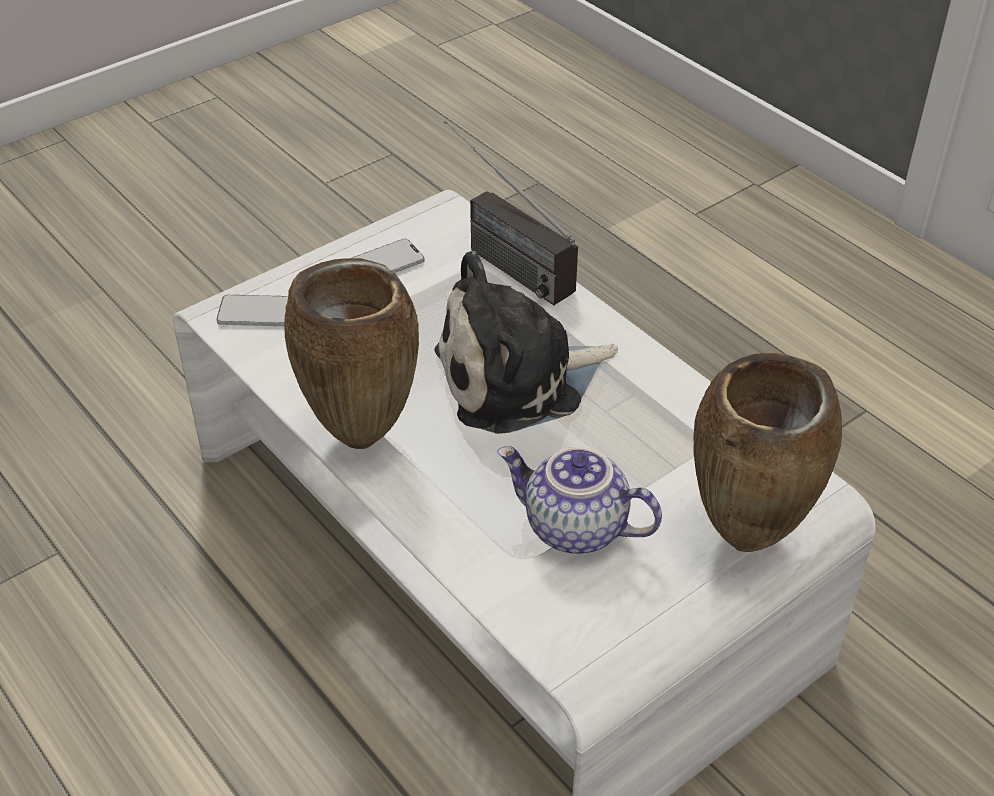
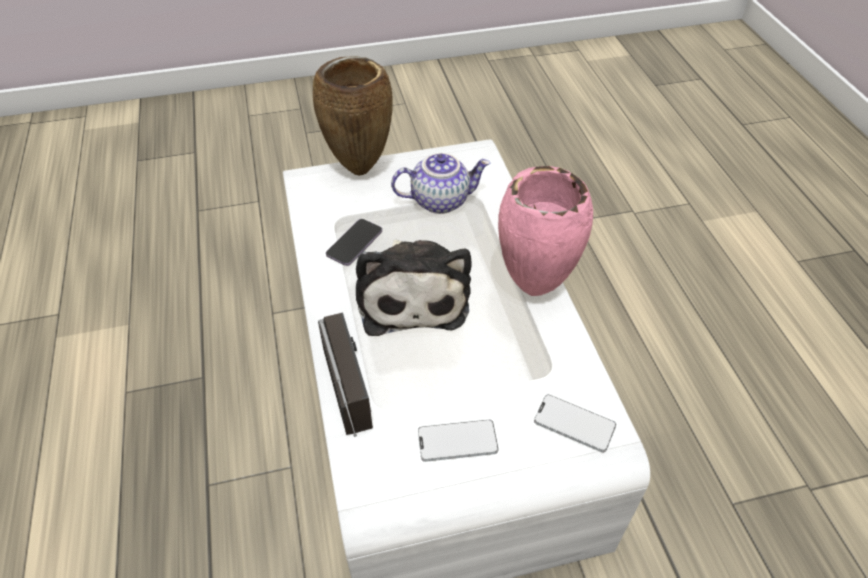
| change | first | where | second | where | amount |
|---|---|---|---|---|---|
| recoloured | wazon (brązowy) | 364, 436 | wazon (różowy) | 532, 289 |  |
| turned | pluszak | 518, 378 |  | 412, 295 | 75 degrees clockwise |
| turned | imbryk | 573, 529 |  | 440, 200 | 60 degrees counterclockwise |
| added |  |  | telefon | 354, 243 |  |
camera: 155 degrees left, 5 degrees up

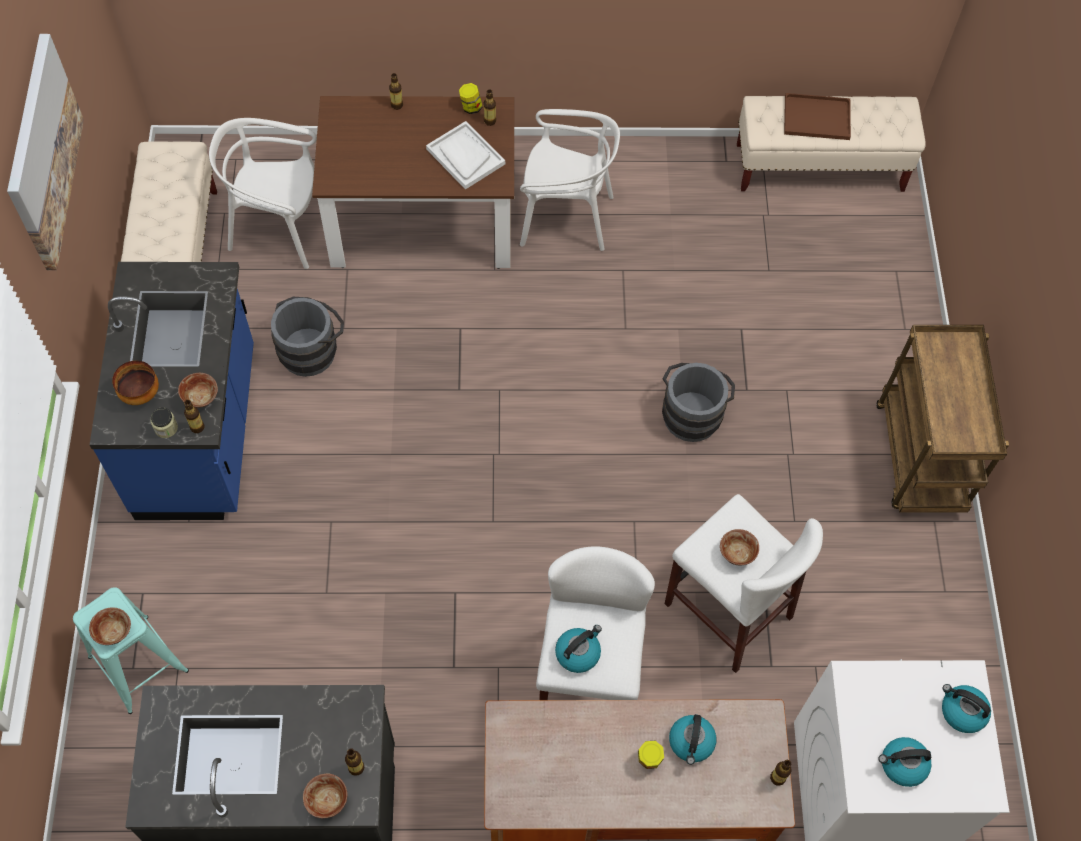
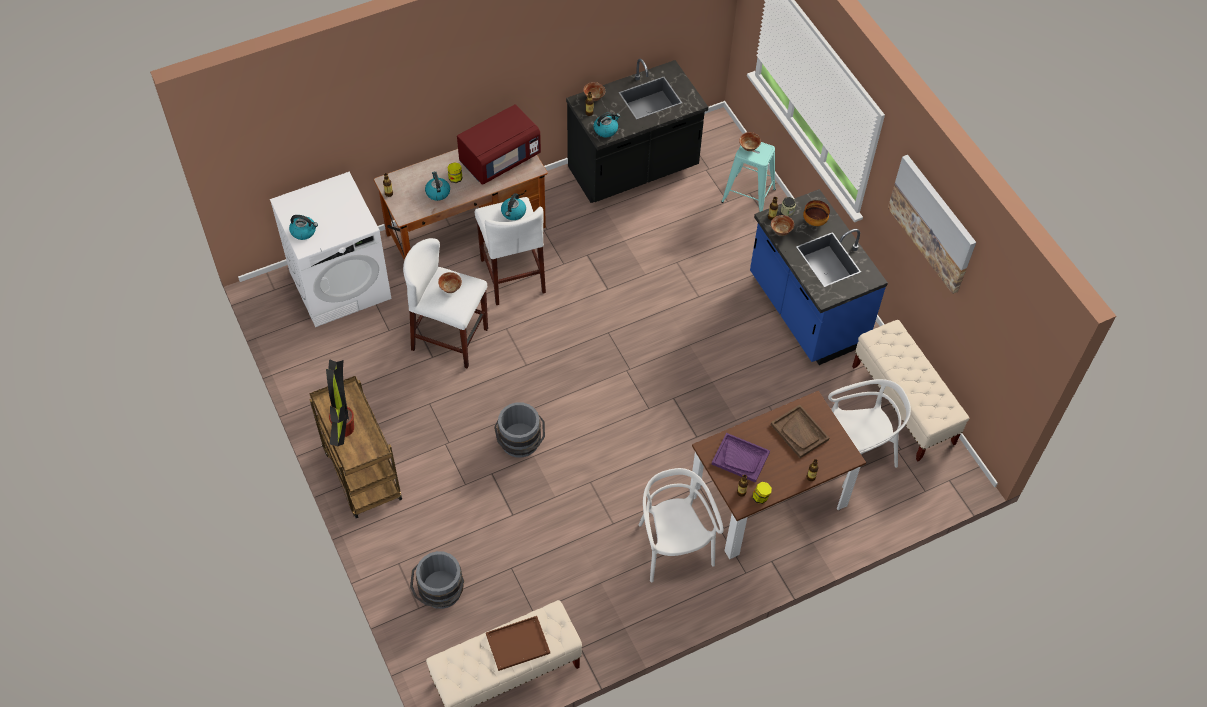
| change | first | where | second | where | amount |
|---|---|---|---|---|---|
| moved | wiadro (szary) | 311, 348 |  | 440, 594 |  |
| recoloured | taca (biały) | 465, 156 | taca (fioletowy) | 740, 458 |  |
| turned | krzesło (biały) | 565, 217 |  | 673, 547 | 90 degrees clockwise |
| moved | czajnik | 902, 765 |  | 606, 129 |  |
| added |  |  | roślina doniczkowa | 344, 429 |  |
| added |  |  | mikrofalówka (czerwony) | 499, 159 |  |
| added |  |  | taca (brązowy) | 799, 432 |  |
camera: 155 degrees right, 5 degrees down

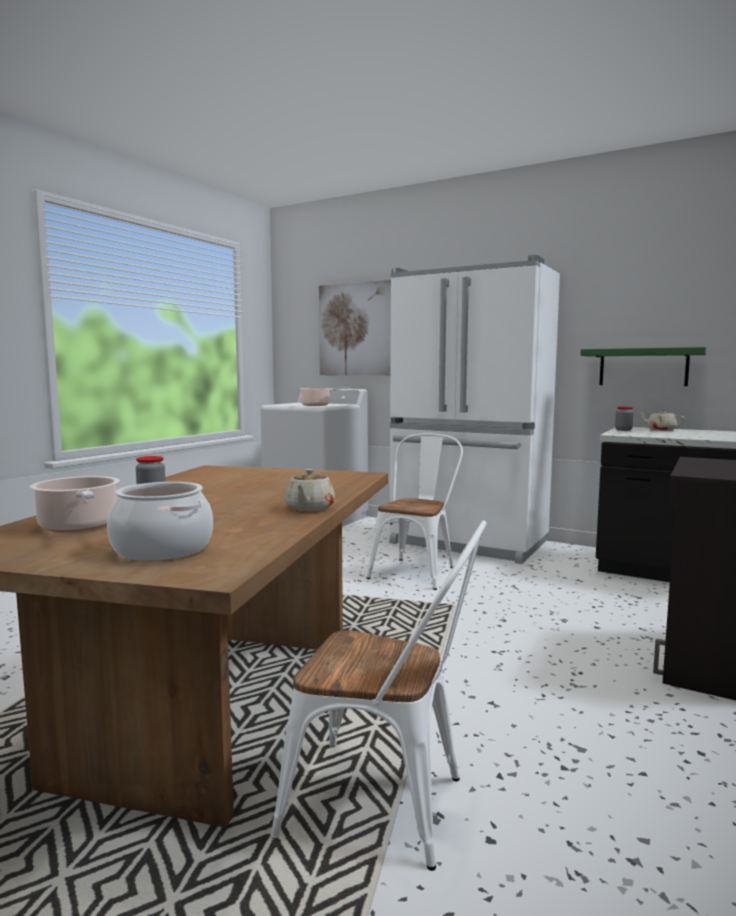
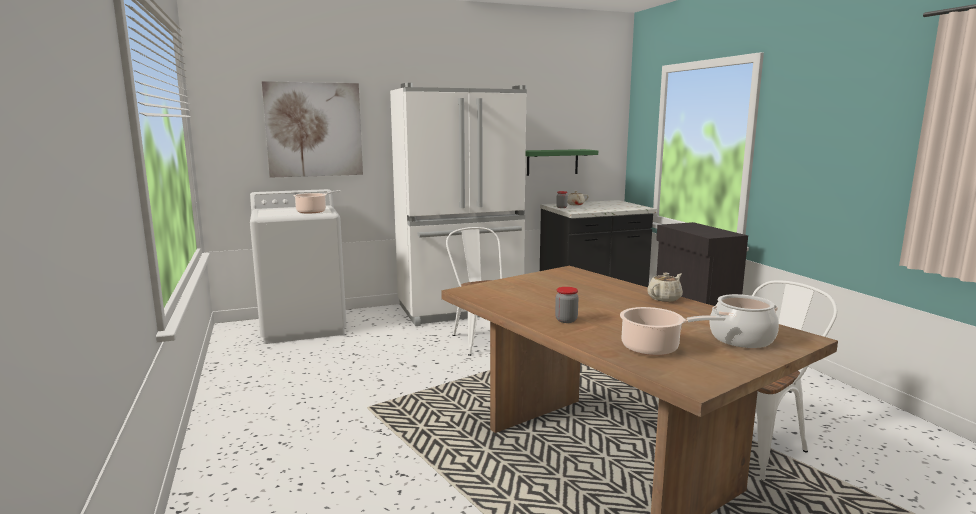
| change | first | where | second | where | amount |
|---|---|---|---|---|---|
| turned | imbryk (beżowy) | 309, 508 |  | 665, 298 | 90 degrees counterclockwise |
camera: 50 degrees left, 5 degrees up

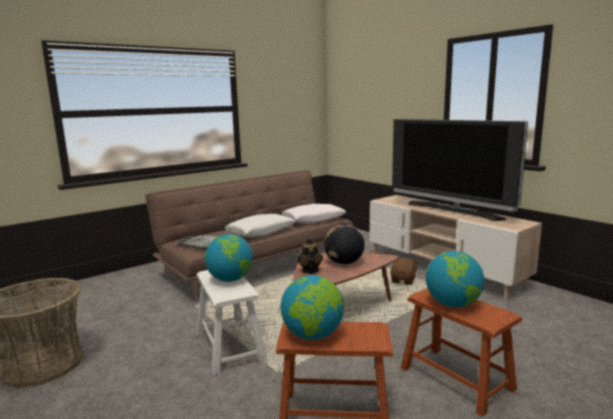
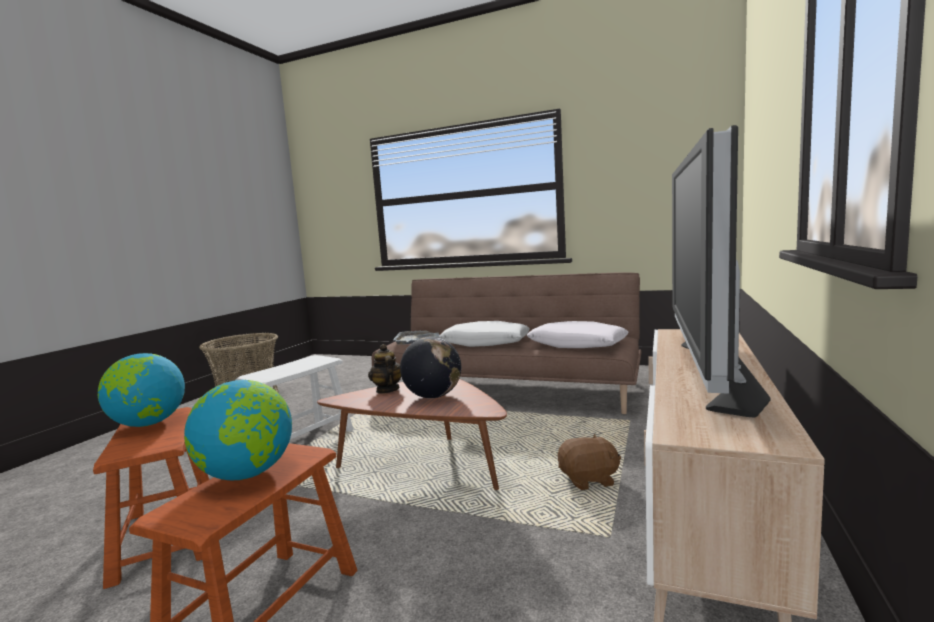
| change | first | where | second | where | amount |
|---|---|---|---|---|---|
| removed | globus | 230, 279 |  |  |  |
| turned | imbryk | 310, 271 |  | 387, 390 | 75 degrees counterclockwise |
camera: 60 degrees right, 5 degrees down

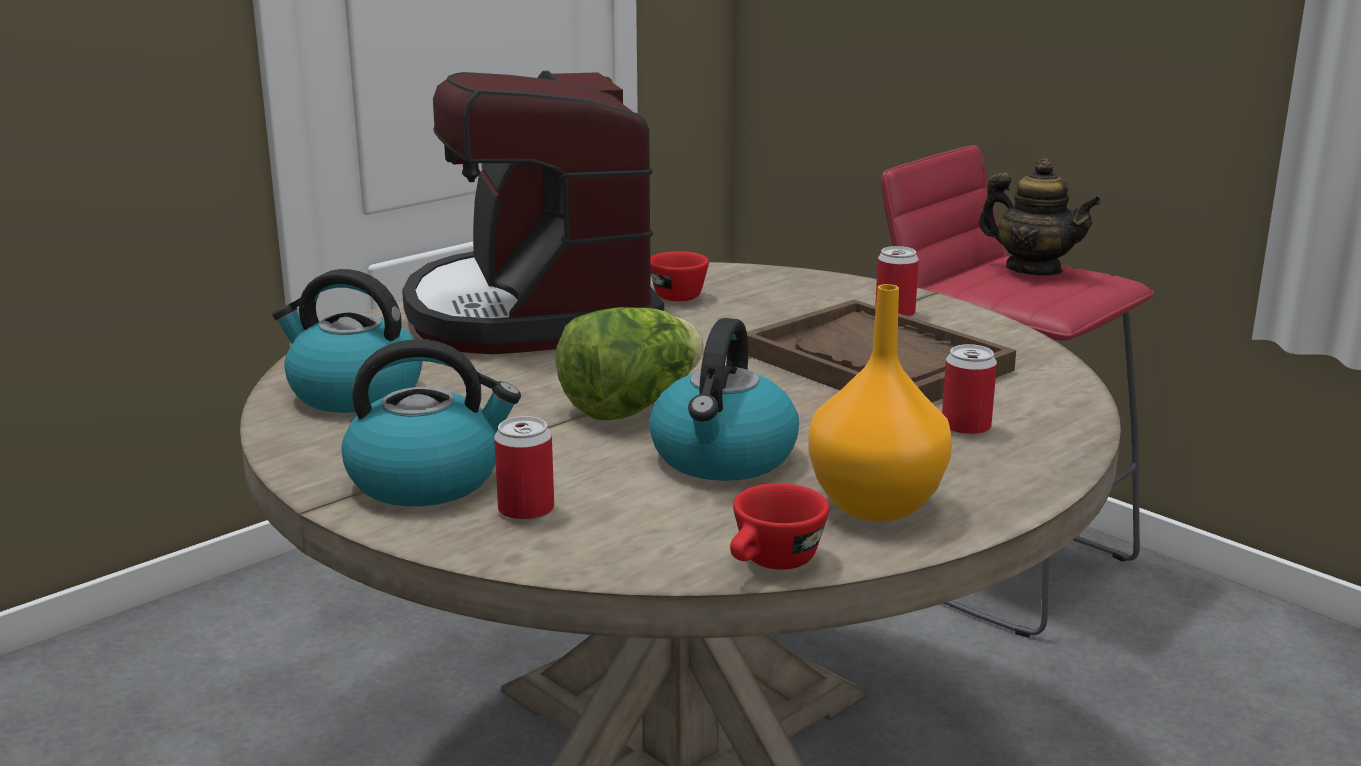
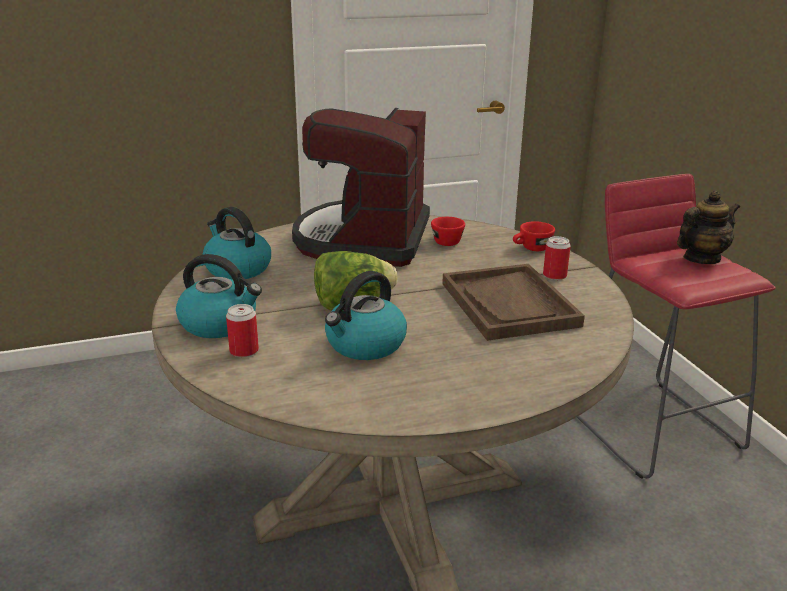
| change | first | where | second | where | amount |
|---|---|---|---|---|---|
| moved | filiżanka (czerwony) | 772, 563 |  | 531, 249 |  |
| removed | wazon (pomarańczowy) | 874, 503 |  |  |  |
| removed | puszka | 965, 427 |  |  |  |
| turned | imbryk | 1033, 270 |  | 701, 258 | 90 degrees counterclockwise |
camera: 25 degrees right, 5 degrees up

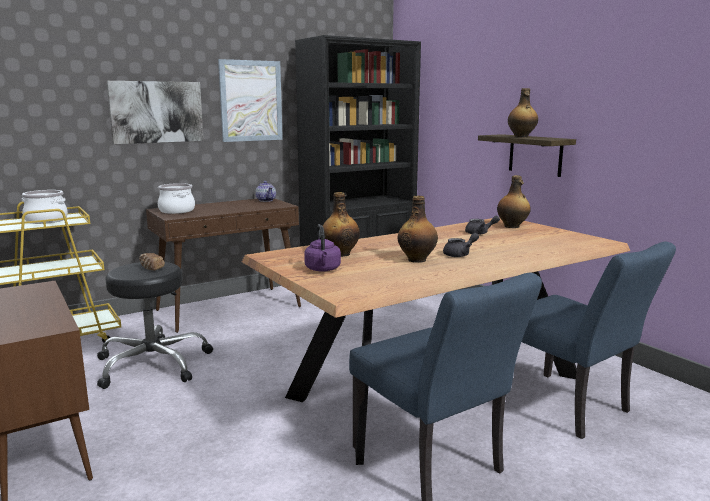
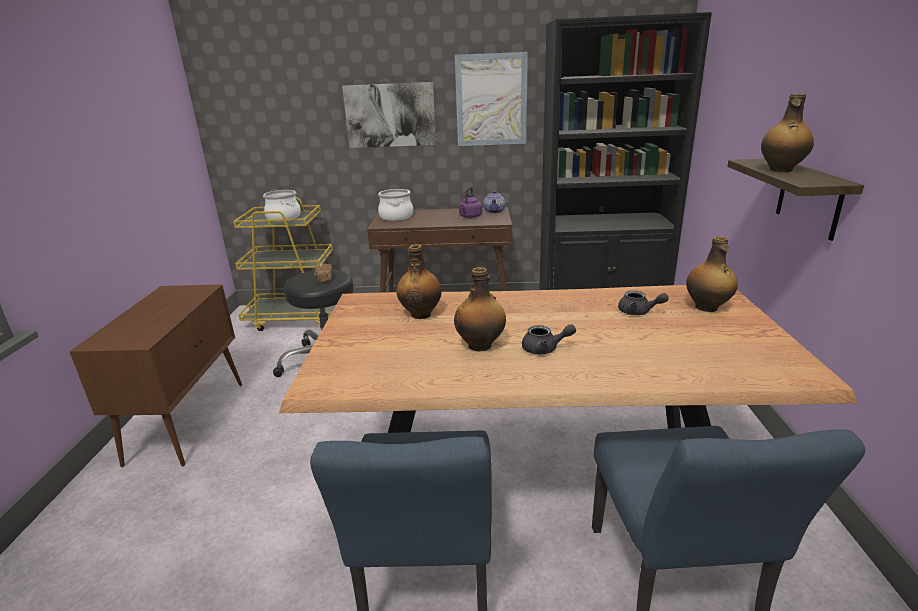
| change | first | where | second | where | amount |
|---|---|---|---|---|---|
| moved | czajnik (fioletowy) | 323, 269 |  | 470, 217 |  |
camera: 35 degrees right, 10 degrees up

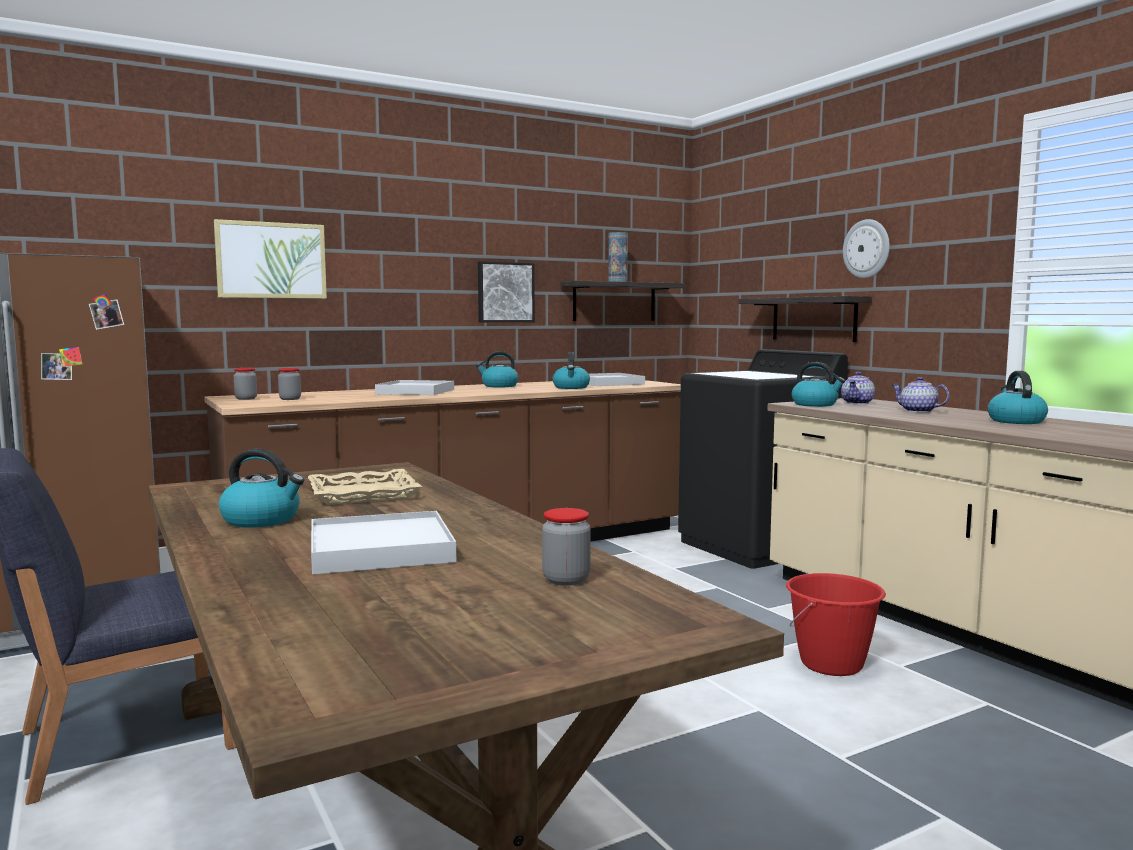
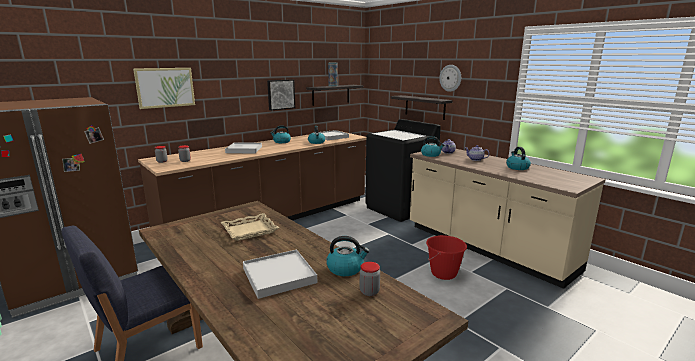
| change | first | where | second | where | amount |
|---|---|---|---|---|---|
| moved | czajnik | 262, 520 |  | 346, 268 |  |
camera: 10 degrees left, 10 degrees up

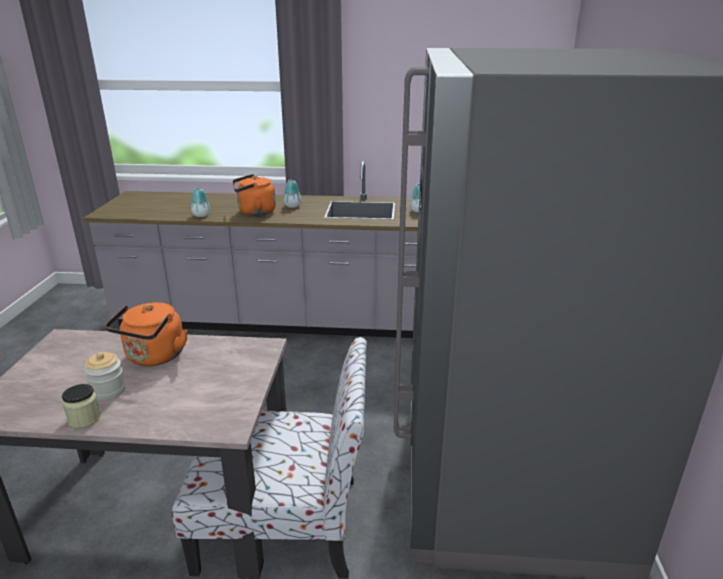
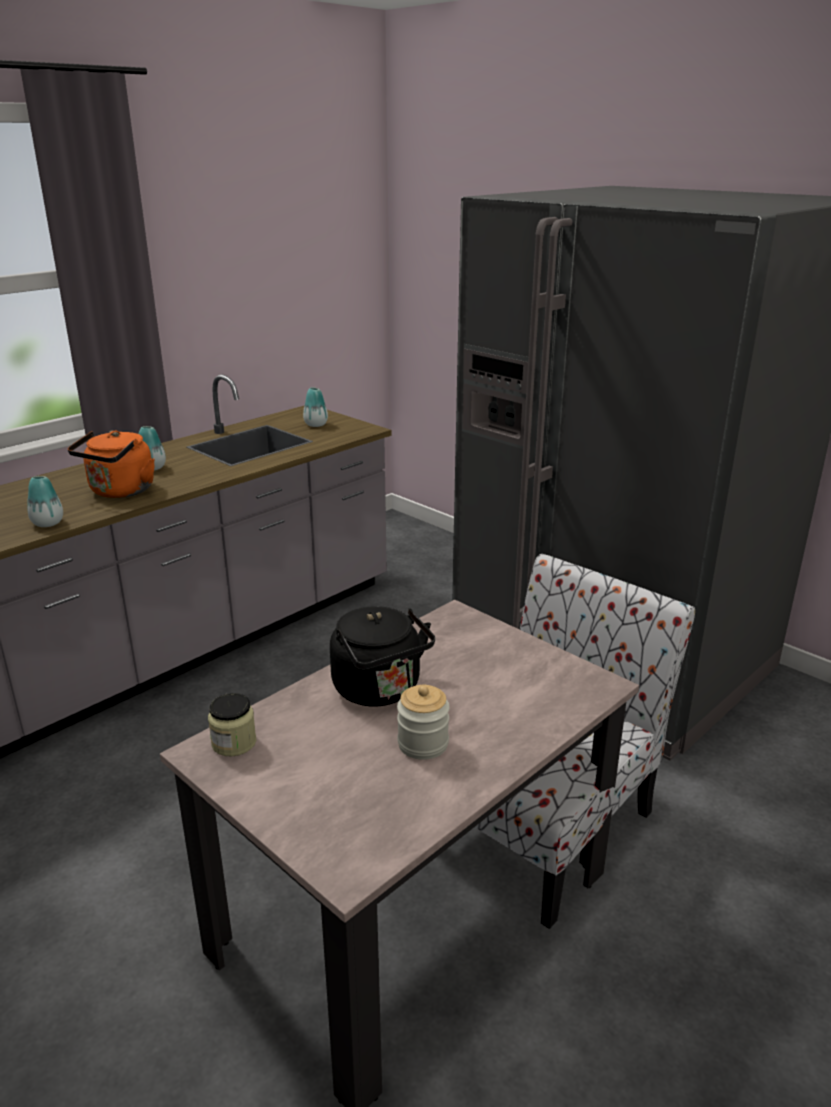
| change | first | where | second | where | amount |
|---|---|---|---|---|---|
| moved | słoik | 84, 418 |  | 234, 743 |  |
| recoloured | czajnik (pomarańczowy) | 154, 357 | czajnik (czarny) | 380, 690 |  |
camera: 50 degrees left, 0 degrees up

